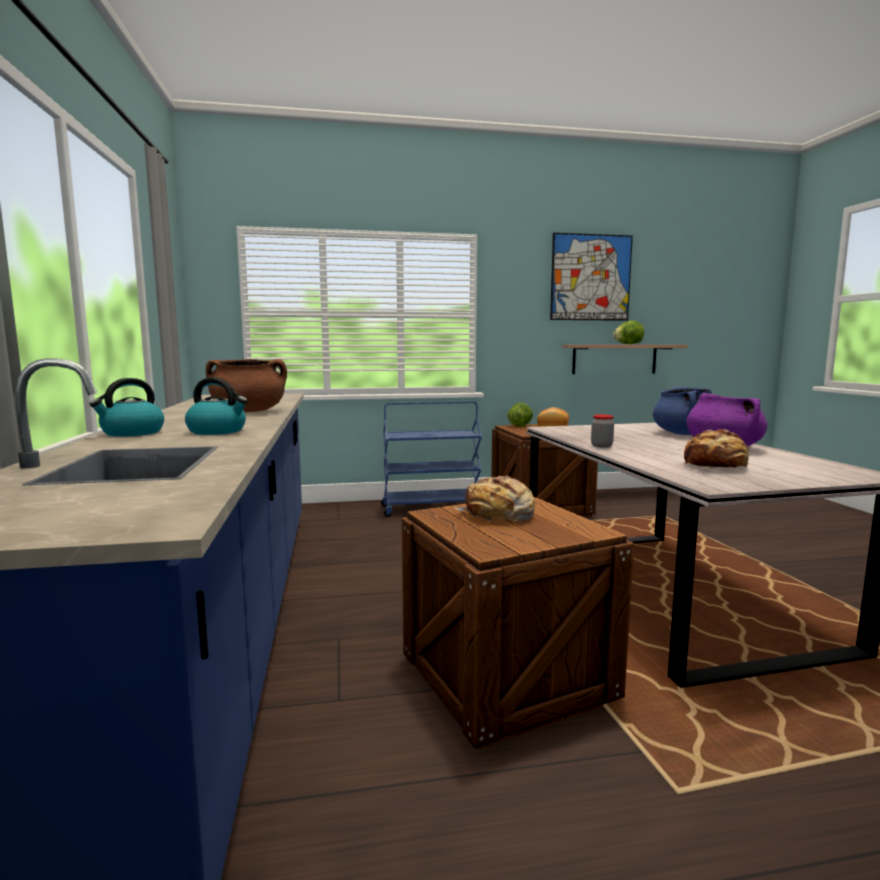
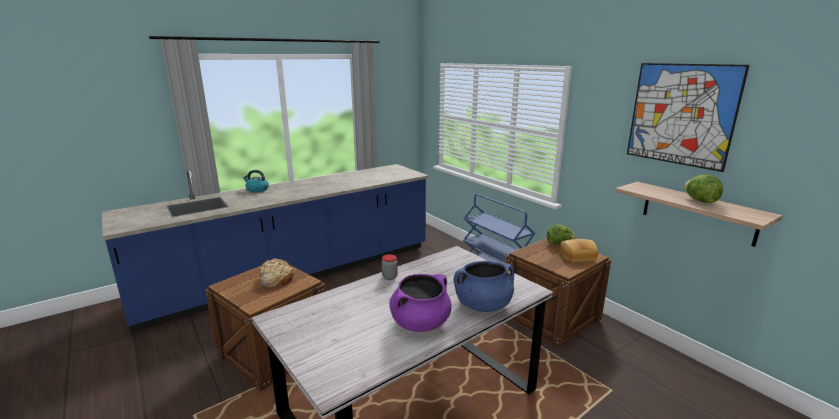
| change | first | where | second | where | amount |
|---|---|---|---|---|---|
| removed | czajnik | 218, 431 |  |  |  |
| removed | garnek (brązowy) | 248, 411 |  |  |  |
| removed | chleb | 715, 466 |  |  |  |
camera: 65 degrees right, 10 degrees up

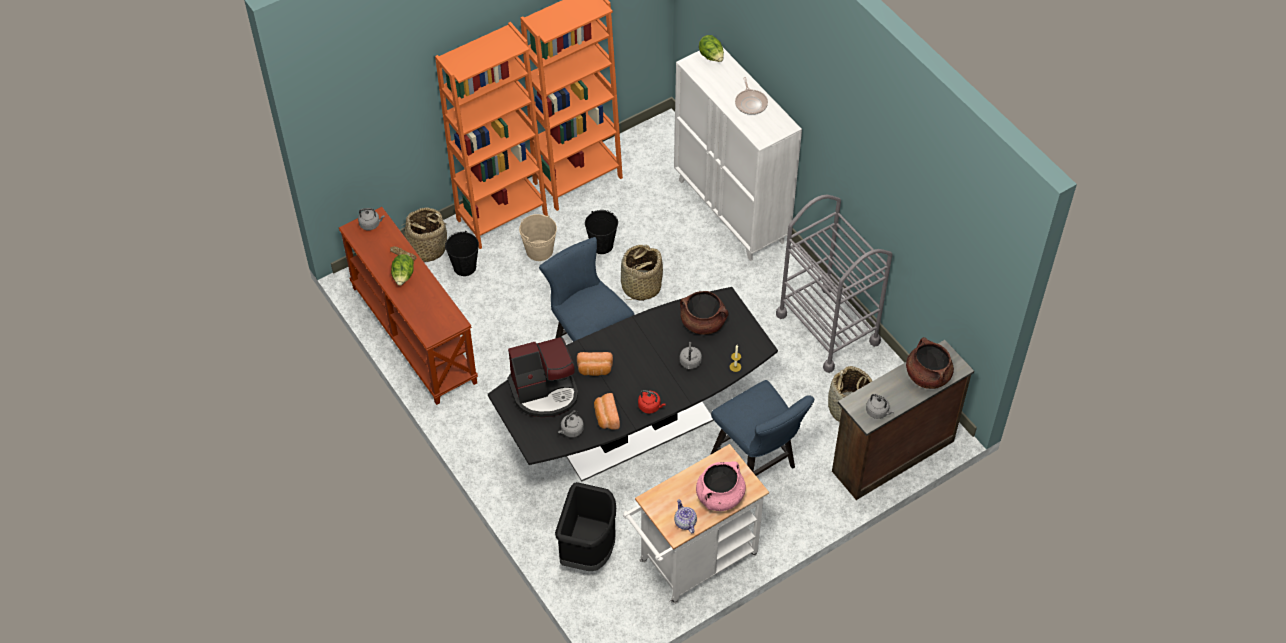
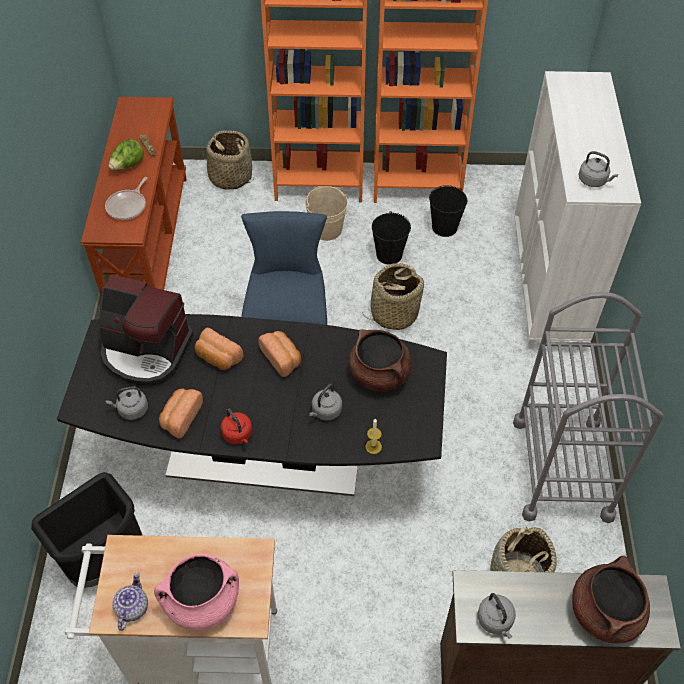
| change | first | where | second | where | amount |
|---|---|---|---|---|---|
| moved | czajnik (szary) | 371, 224 |  | 594, 181 |  |
| moved | wiadro (czarny) | 465, 267 |  | 445, 227 |  |
| removed | sałata | 711, 57 |  |  |  |
| removed | krzesło (niebieski) | 757, 465 |  |  |  |
| moved | patelnia | 751, 103 |  | 128, 206 |  |
| added |  |  | chleb | 282, 358 |  |
camera: 35 degrees right, 0 degrees up

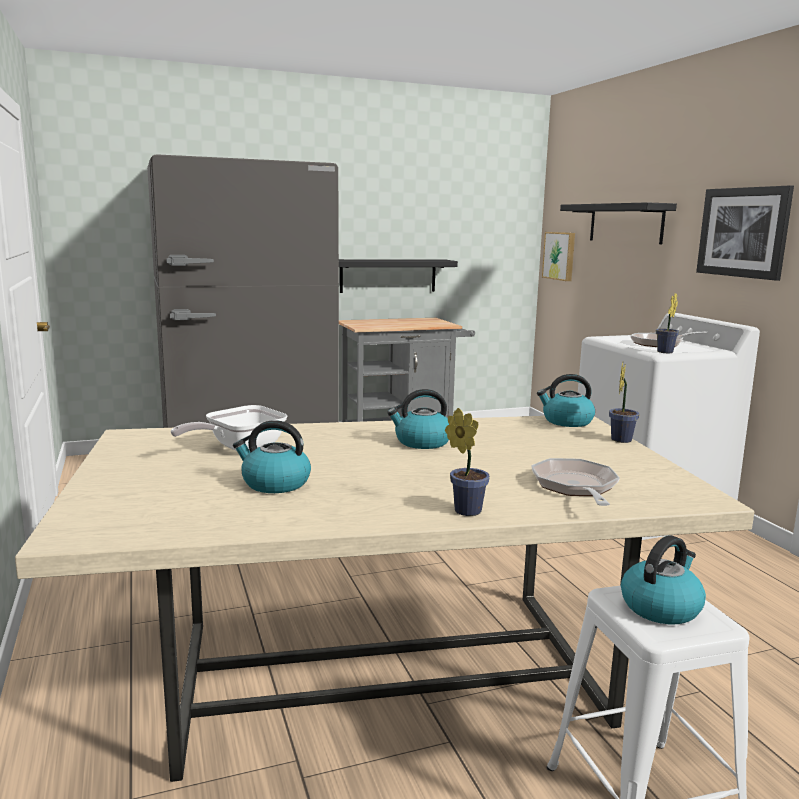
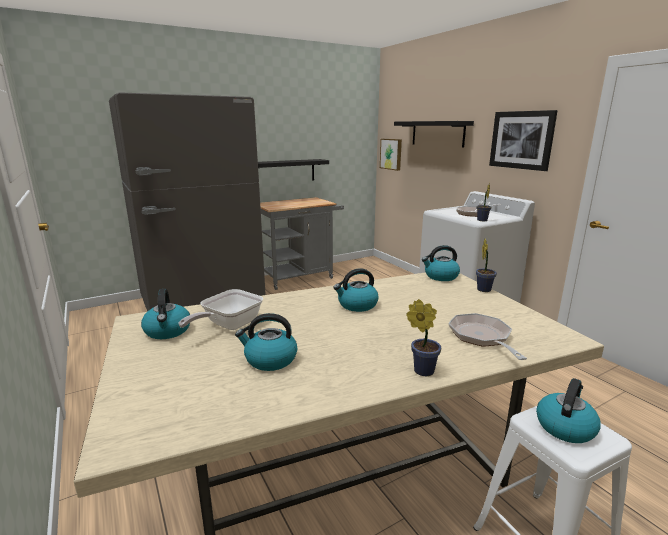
| change | first | where | second | where | amount |
|---|---|---|---|---|---|
| added |  |  | czajnik | 168, 331 |  |
camera: 10 degrees left, 5 degrees up

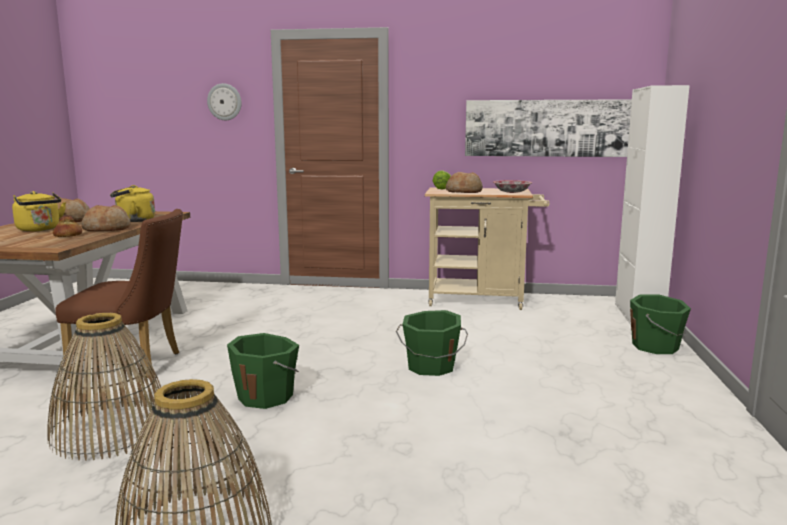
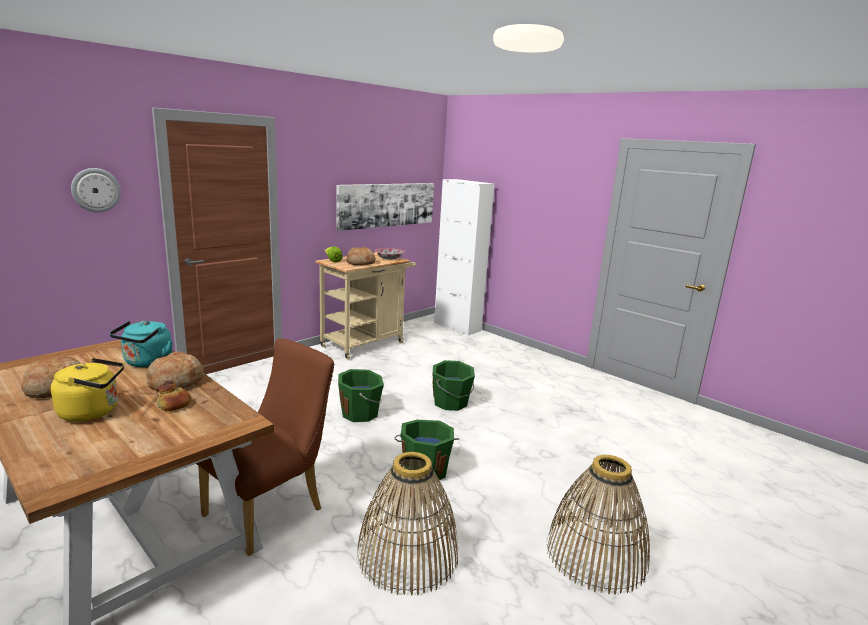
| change | first | where | second | where | amount |
|---|---|---|---|---|---|
| recoloured | czajnik (żółty) | 133, 220 | czajnik (turkusowy) | 146, 363 |  |
| moved | wiadro (zielony) | 656, 347 |  | 361, 413 |  |
camera: 55 degrees left, 5 degrees up

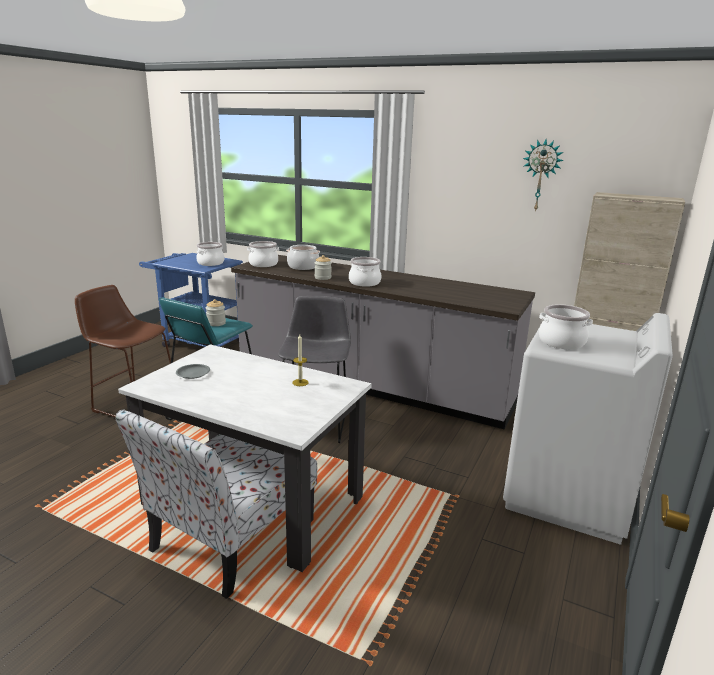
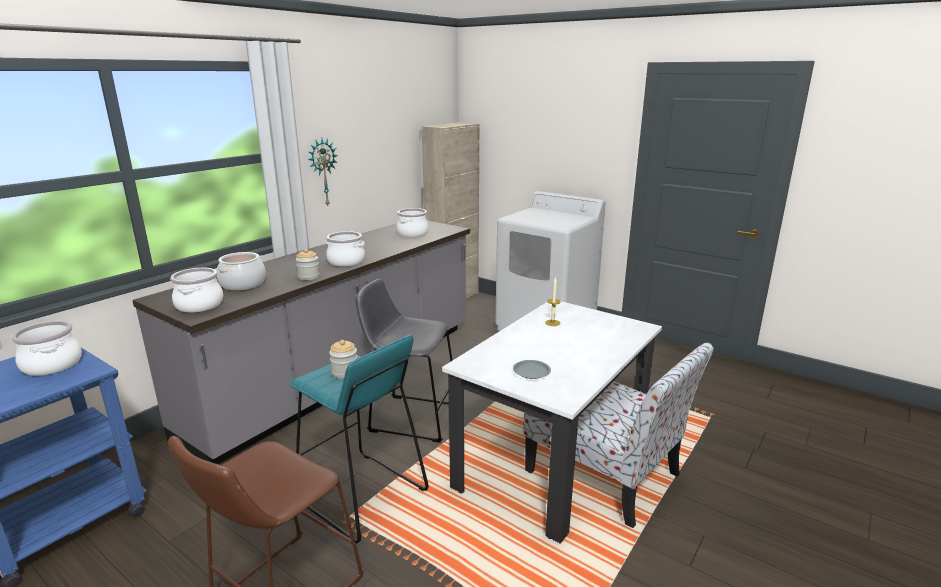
| change | first | where | second | where | amount |
|---|---|---|---|---|---|
| moved | zegar ścienny | 541, 175 |  | 322, 172 |  |
| moved | garnek | 561, 342 |  | 412, 233 |  |
camera: 80 degrees left, 0 degrees up

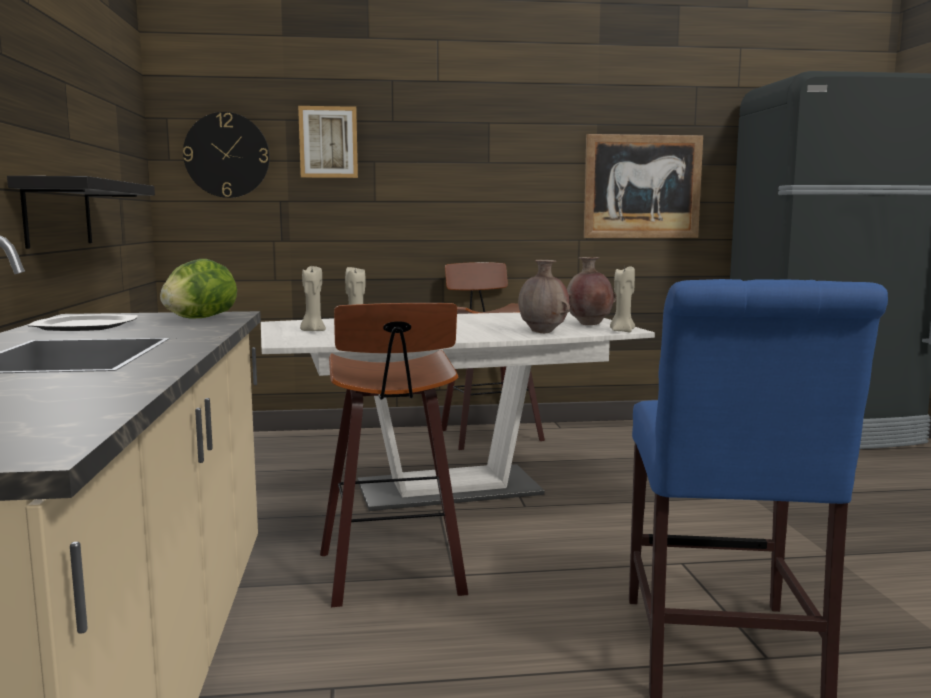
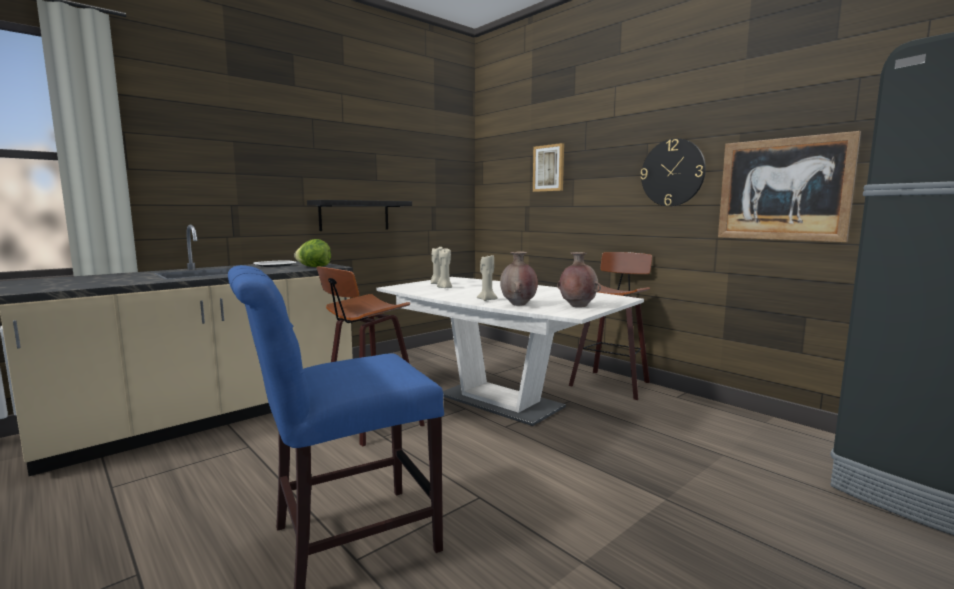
| change | first | where | second | where | amount |
|---|---|---|---|---|---|
| moved | zegar ścienny | 227, 155 |  | 672, 172 |  |
| moved | świeca (beżowy) | 622, 331 |  | 487, 299 |  |
camera: 55 degrees right, 0 degrees up

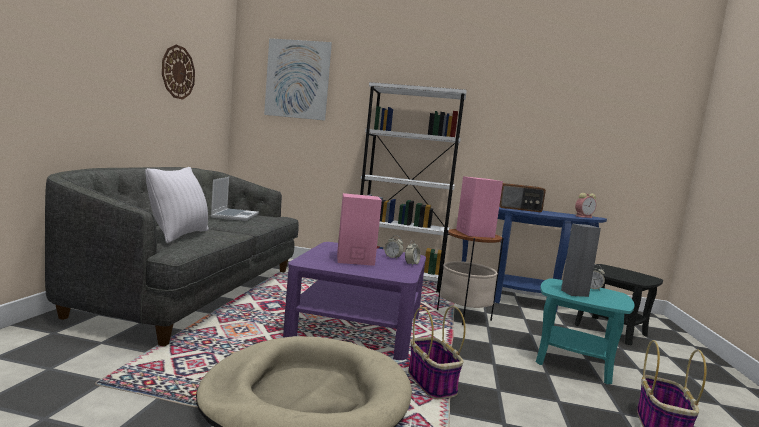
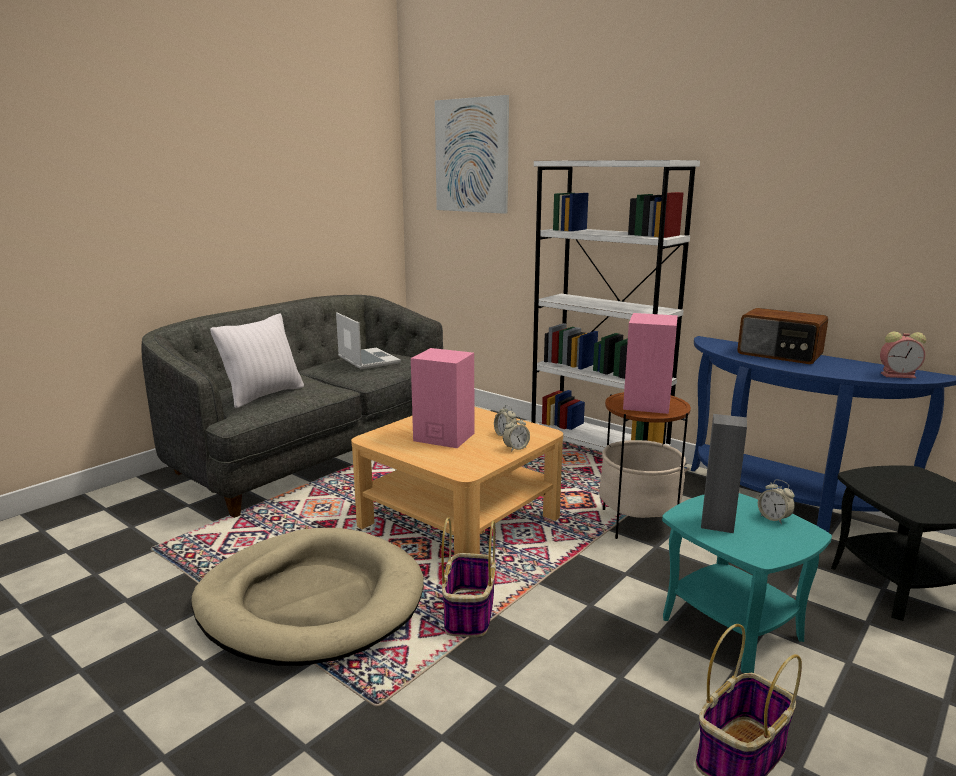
| change | first | where | second | where | amount |
|---|---|---|---|---|---|
| removed | zegar ścienny | 178, 72 |  |  |  |
| turned | laptop | 234, 216 |  | 367, 360 | 60 degrees counterclockwise |
| recoloured | ława (fioletowy) | 356, 326 | ława (beżowy) | 459, 520 |  |
camera: 30 degrees right, 10 degrees up

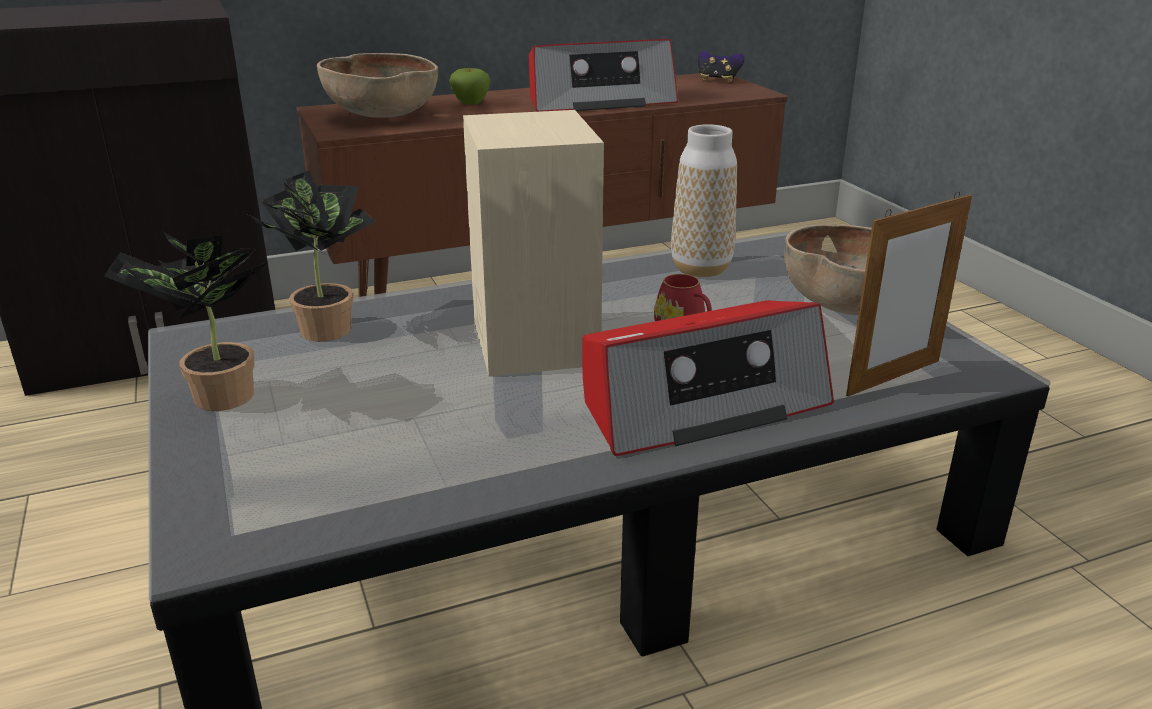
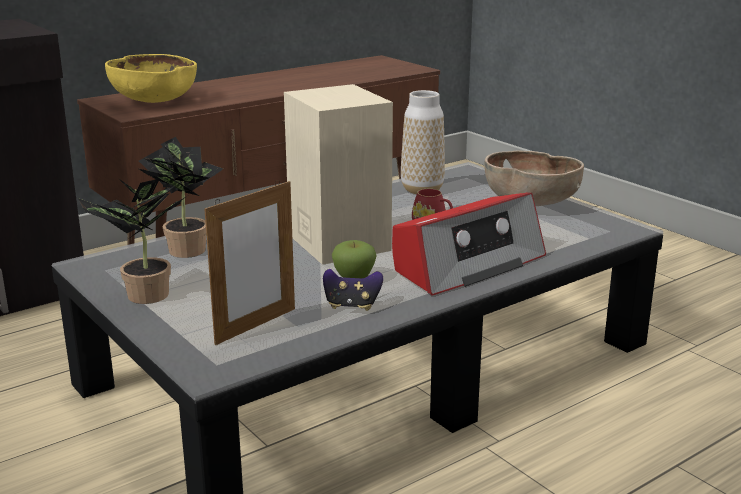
| change | first | where | second | where | amount |
|---|---|---|---|---|---|
| recoloured | miska (brązowy) | 382, 116 | miska (żółty) | 154, 101 |  |
| moved | jabłko | 471, 104 |  | 354, 278 |  |
| removed | radio | 599, 101 |  |  |  |
| moved | pad do gier | 718, 80 |  | 351, 306 |  |
| moved | ramka na zdjęcie | 893, 377 |  | 256, 326 |  |
camera: 15 degrees left, 5 degrees down

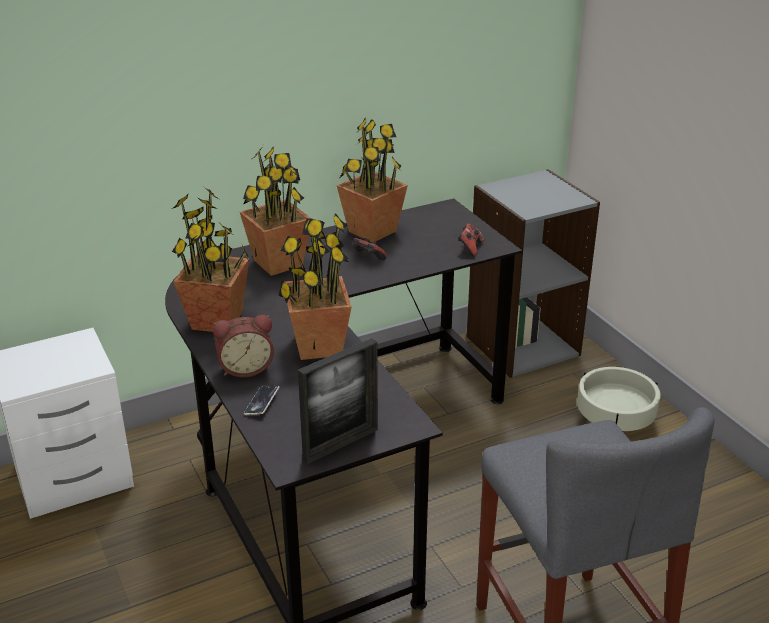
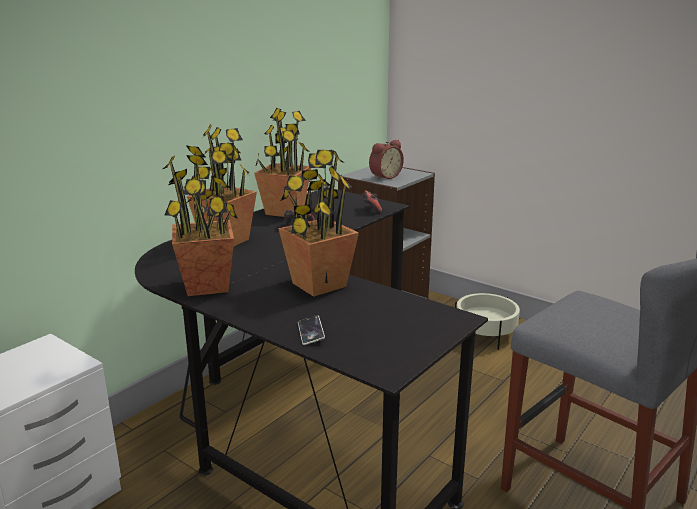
| change | first | where | second | where | amount |
|---|---|---|---|---|---|
| moved | budzik | 245, 368 |  | 384, 177 |  |
| removed | ramka na zdjęcie | 340, 444 |  |  |  |
camera: 25 degrees left, 10 degrees down

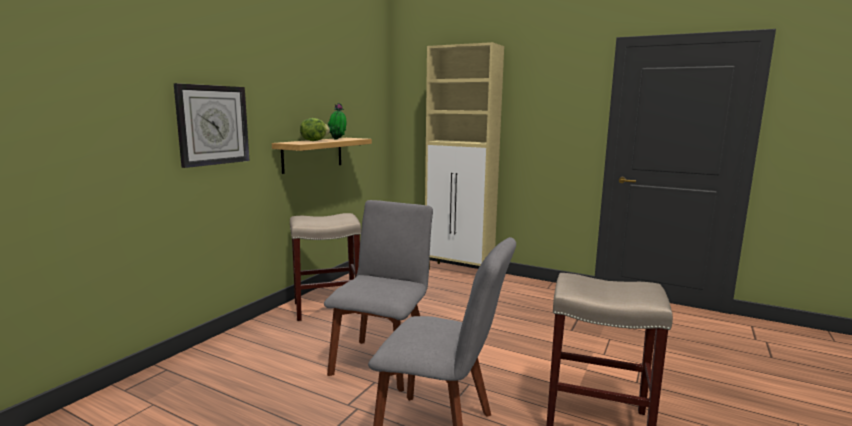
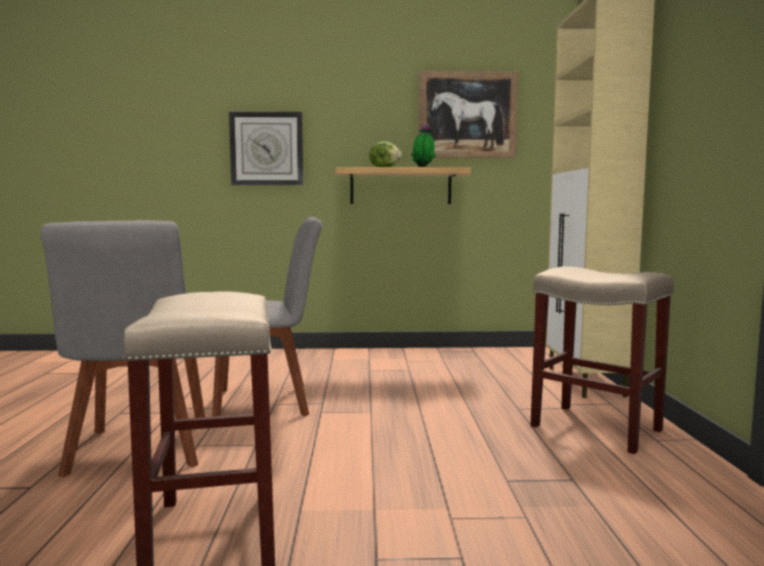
| change | first | where | second | where | amount |
|---|---|---|---|---|---|
| moved | stołek (beżowy) | 326, 308 |  | 593, 428 |  |
| added |  |  | obraz | 467, 115 |  |
camera: 60 degrees right, 5 degrees down

